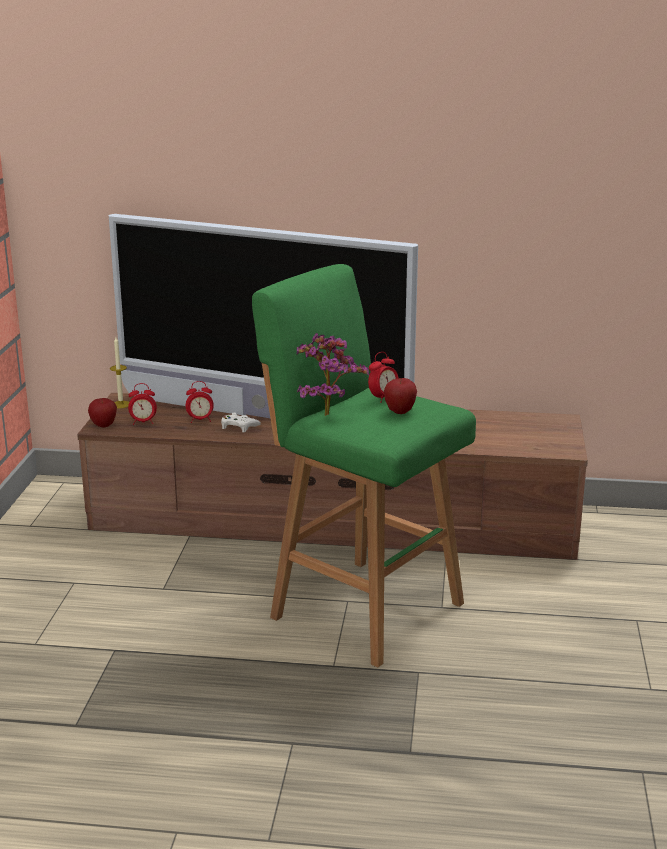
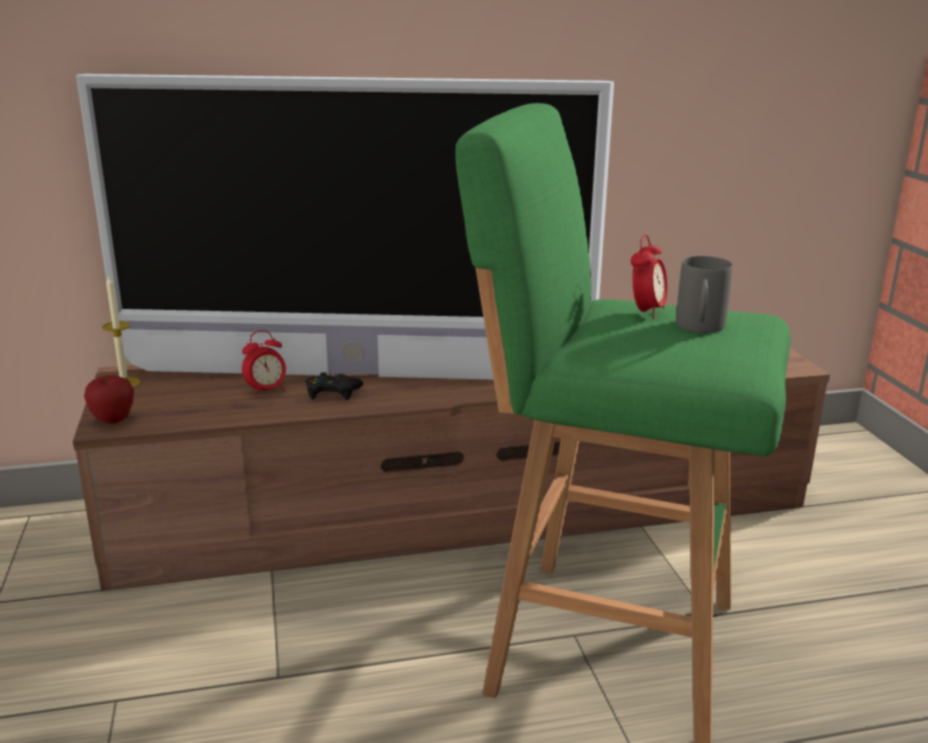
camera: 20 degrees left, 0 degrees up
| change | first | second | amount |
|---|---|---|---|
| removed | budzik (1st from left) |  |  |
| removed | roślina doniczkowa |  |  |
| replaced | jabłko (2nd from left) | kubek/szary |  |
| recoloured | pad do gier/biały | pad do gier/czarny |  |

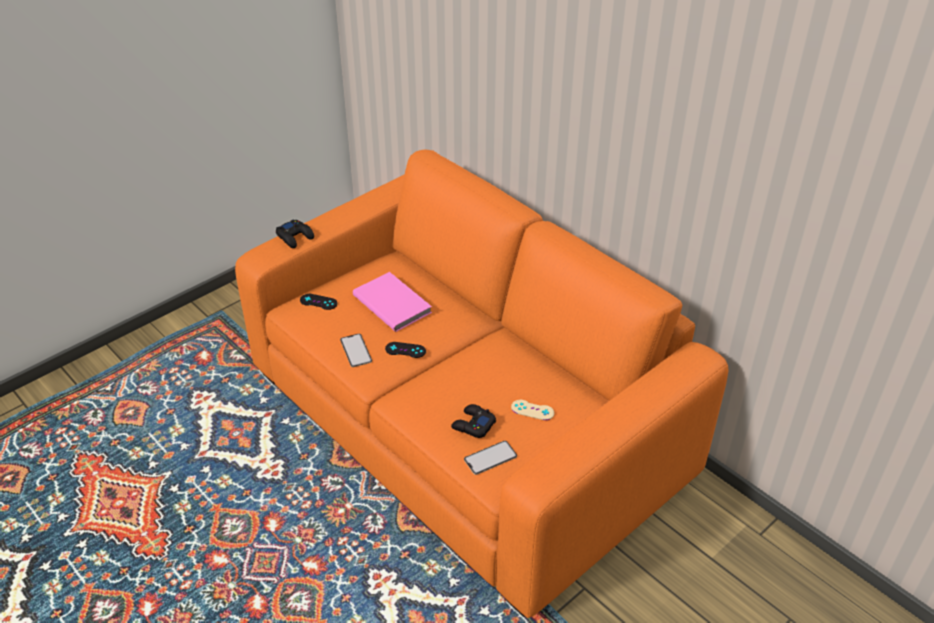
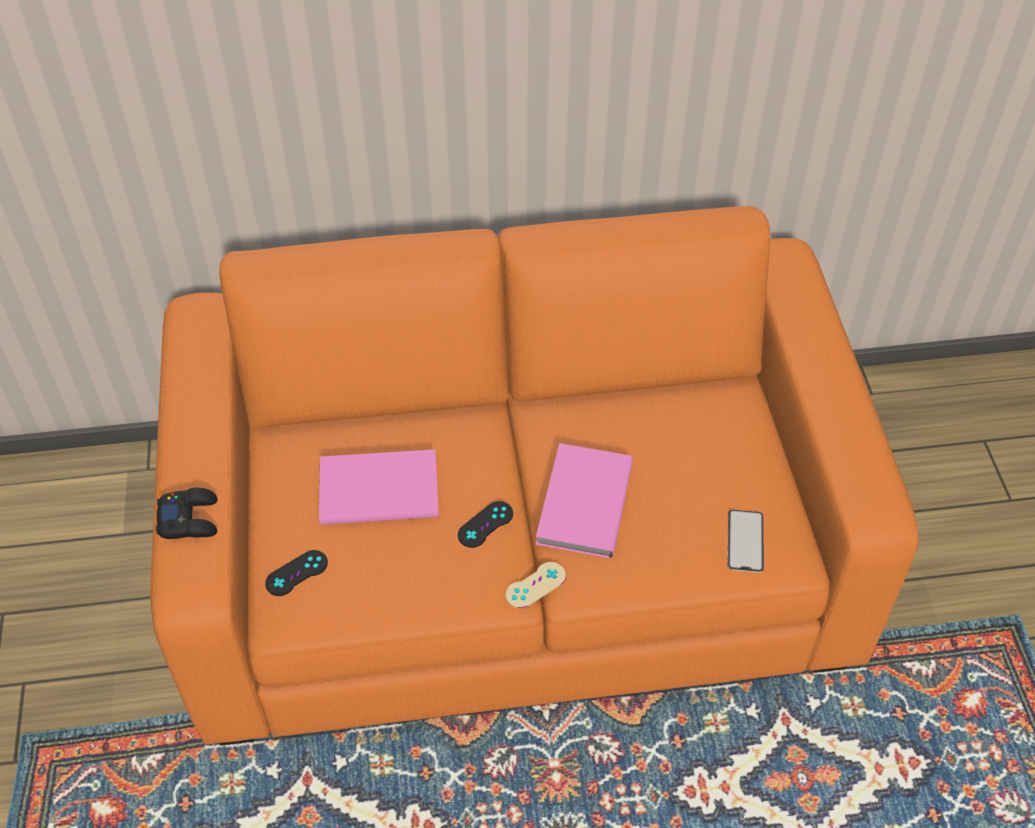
camera: 55 degrees left, 10 degrees up
| change | first | second | amount |
|---|---|---|---|
| removed | telefon (1st from left) |  |  |
| removed | pad do gier/czarny (4th from left) |  |  |
| added |  | książka/różowy (2nd from left) |  |
| moved | pad do gier/beżowy |  |  |

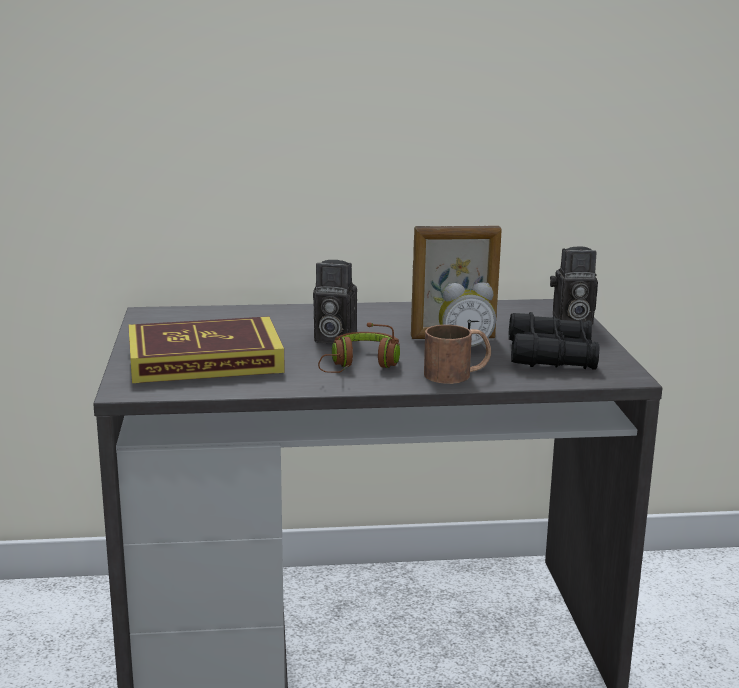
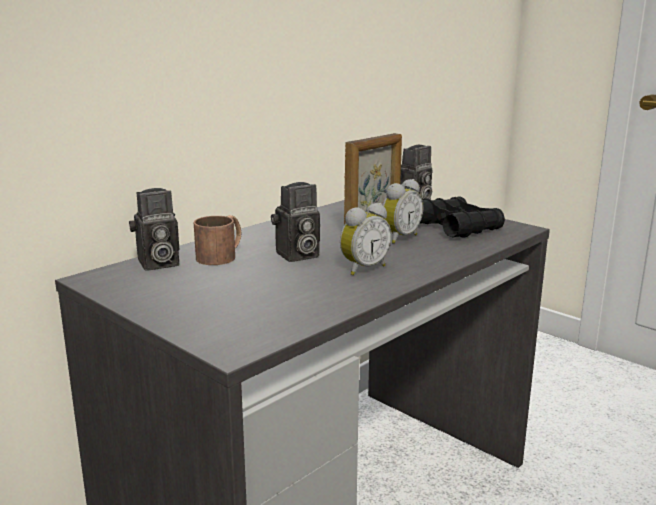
camera: 40 degrees left, 0 degrees up
| change | first | second | amount |
|---|---|---|---|
| removed | książka |  |  |
| added |  | aparat fotograficzny (1st from left) |  |
| moved | kubek/brązowy |  |  |
| replaced | słuchawki/brązowy | budzik (1st from left) |  |

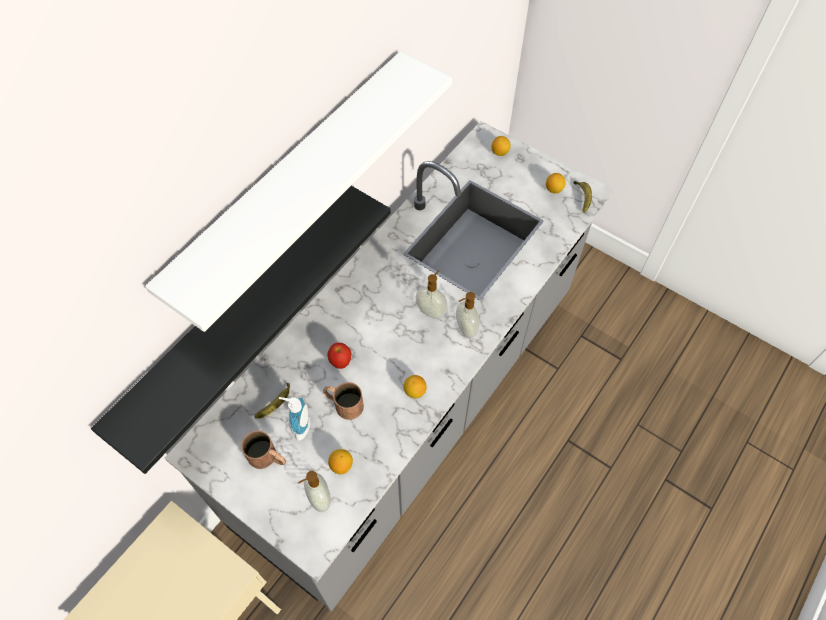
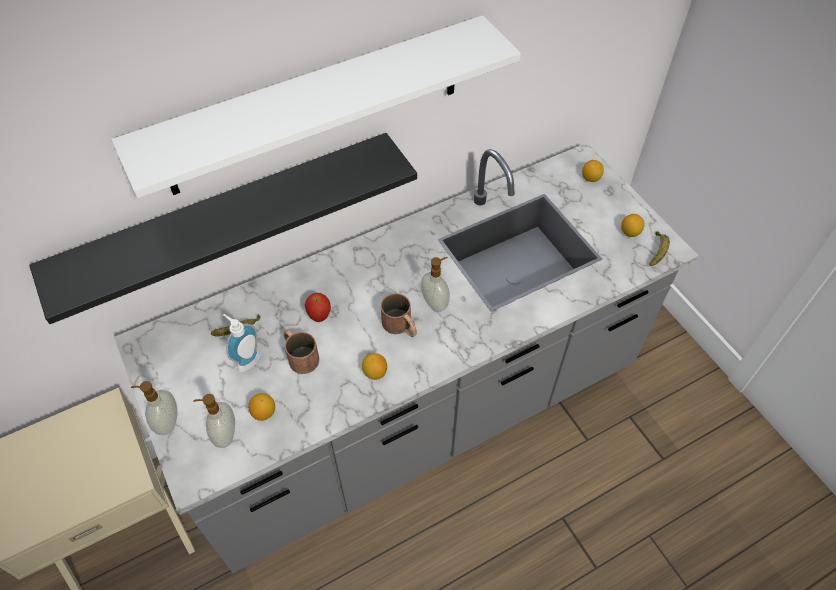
camera: 25 degrees right, 5 degrees down
| change | first | second | amount |
|---|---|---|---|
| moved | kubek/brązowy (1st from left in the first image) | kubek/brązowy (2nd from left) |  |
| moved | dozownik mydła (4th from left in the first image) | dozownik mydła (1st from left) |  |

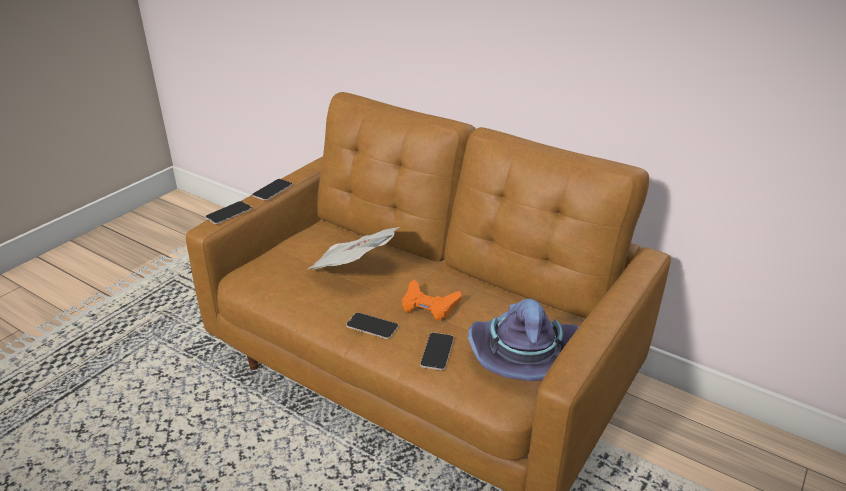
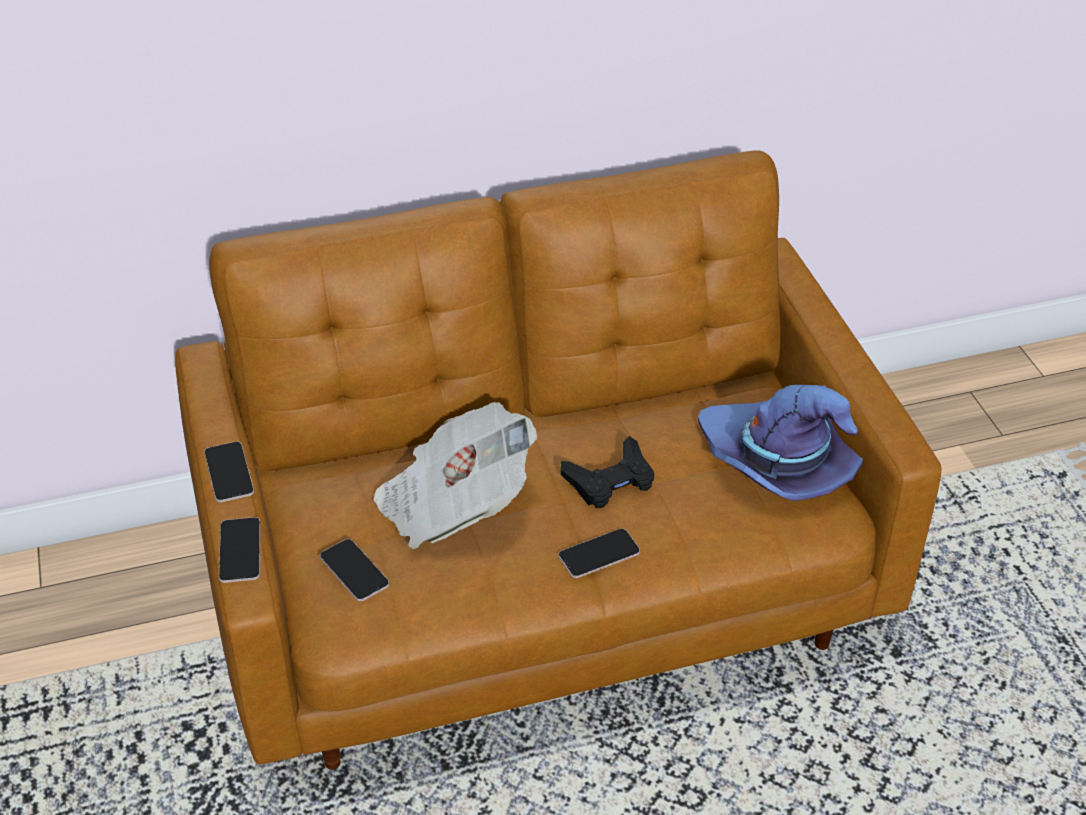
camera: 50 degrees left, 10 degrees up
| change | first | second | amount |
|---|---|---|---|
| moved | telefon (4th from left in the first image) | telefon (3rd from left) |  |
| recoloured | pad do gier/pomarańczowy | pad do gier/czarny |  |

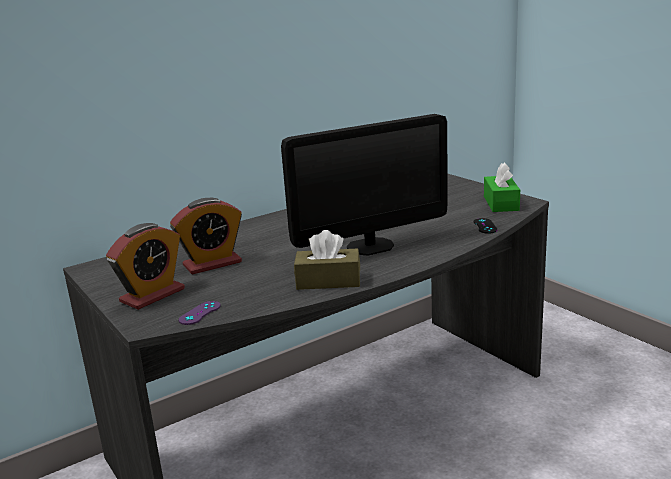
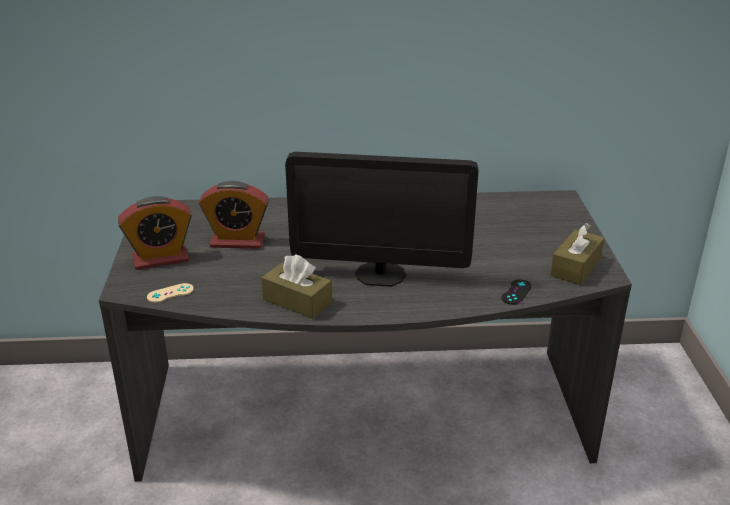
camera: 30 degrees right, 10 degrees up
| change | first | second | amount |
|---|---|---|---|
| recoloured | pad do gier/fioletowy | pad do gier/beżowy |  |
| recoloured | pudełko chusteczek/zielony | pudełko chusteczek/brązowy (2nd from left) |  |

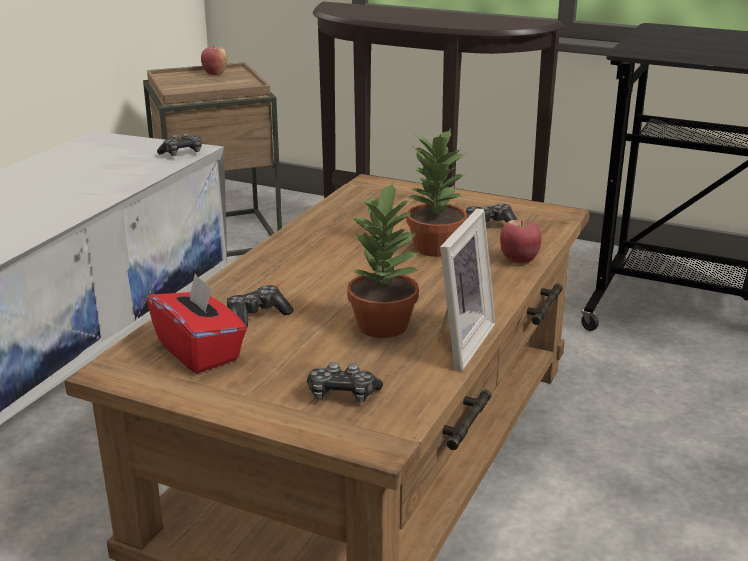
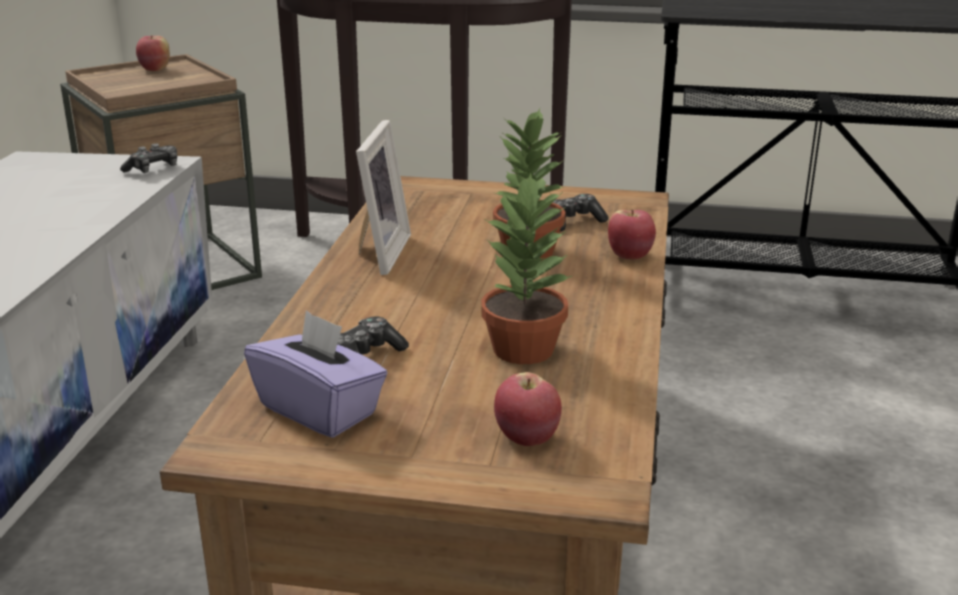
camera: 15 degrees left, 0 degrees up
| change | first | second | amount |
|---|---|---|---|
| moved | ramka na zdjęcie |  |  |
| replaced | pad do gier (3rd from left) | jabłko (2nd from left) |  |
| recoloured | pudełko chusteczek/czerwony | pudełko chusteczek/fioletowy |  |

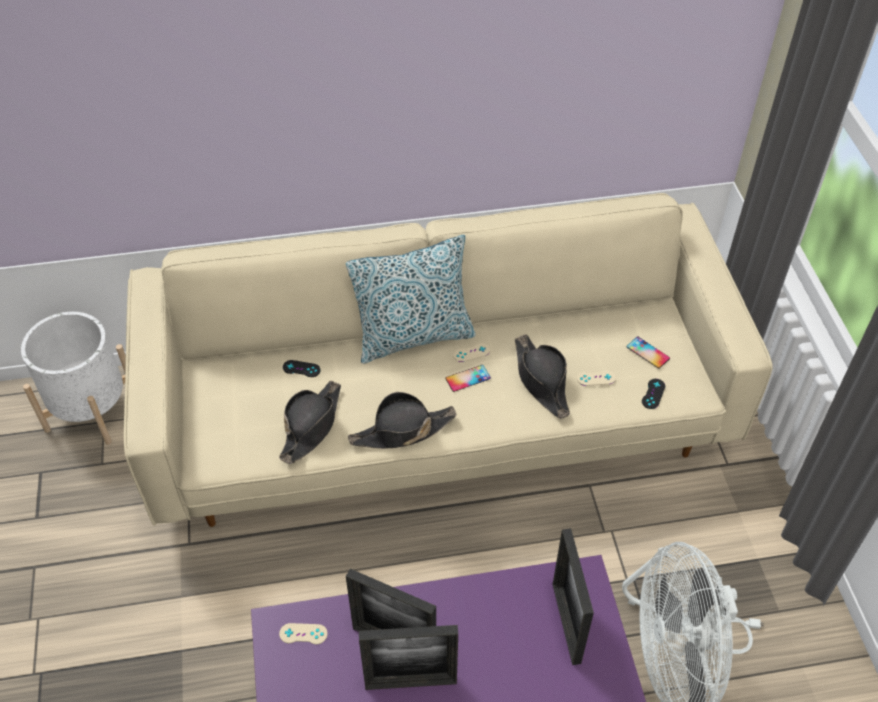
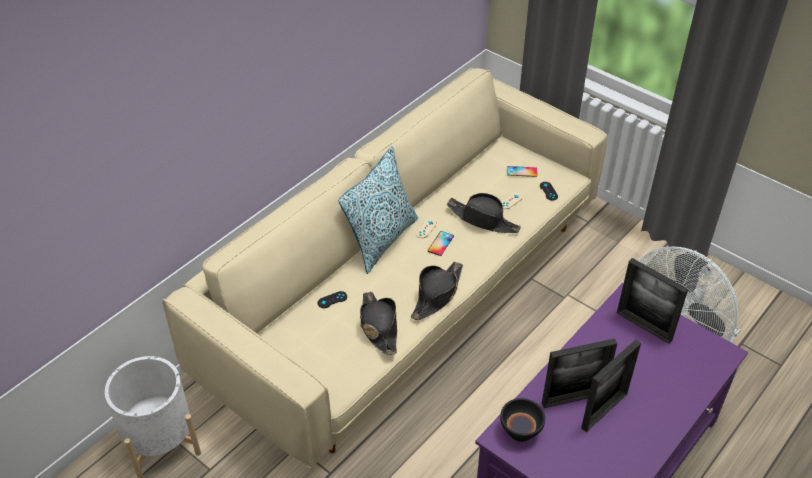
camera: 40 degrees left, 5 degrees down
| change | first | second | amount |
|---|---|---|---|
| replaced | pad do gier/beżowy (1st from left) | miska/czarny |  |

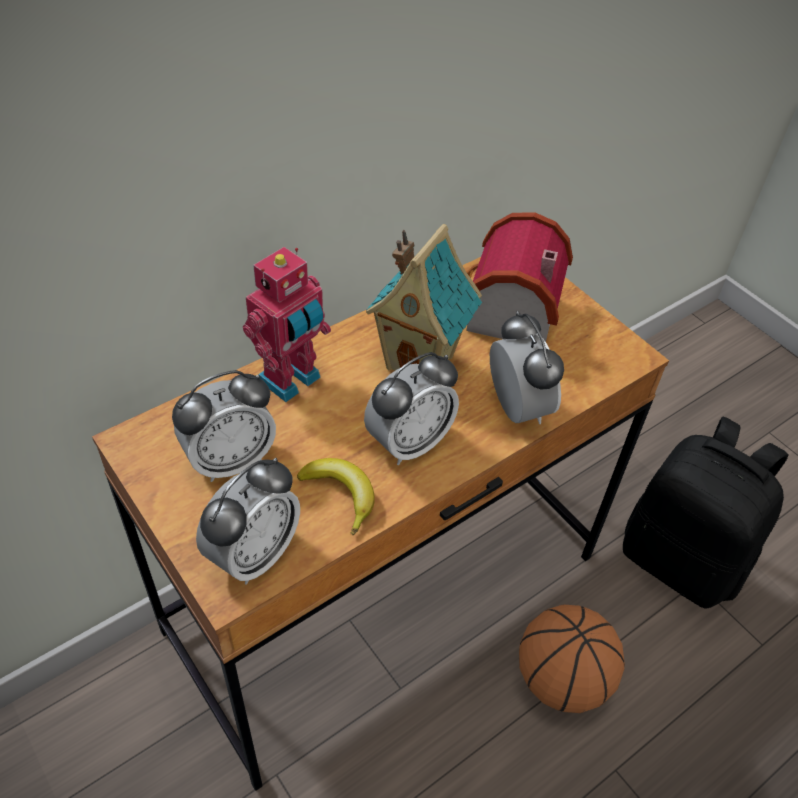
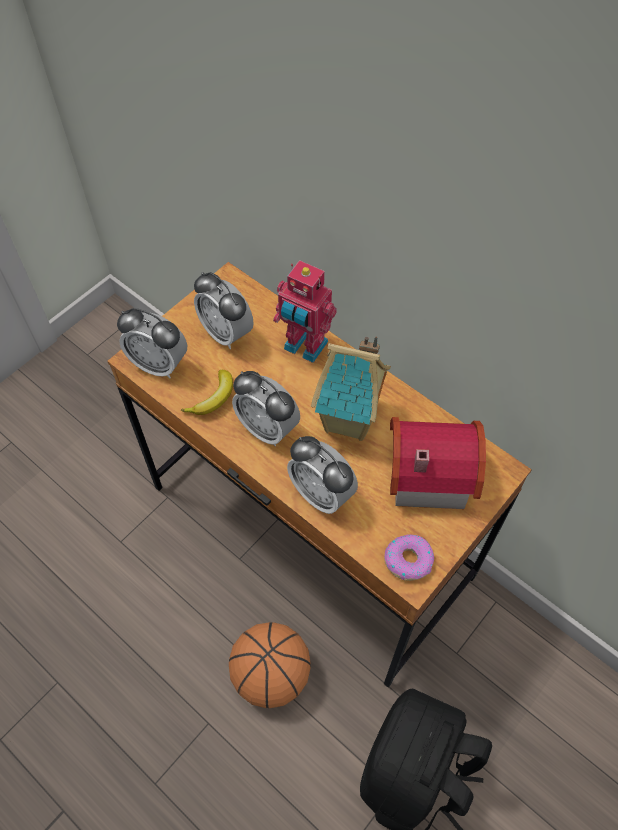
camera: 80 degrees right, 10 degrees up
| change | first | second | amount |
|---|---|---|---|
| added |  | donut |  |
| turned | budzik (4th from left) |  | 75 degrees clockwise |

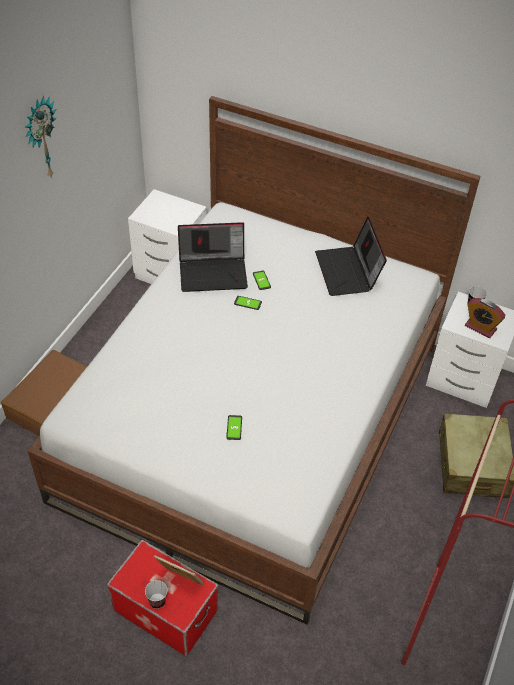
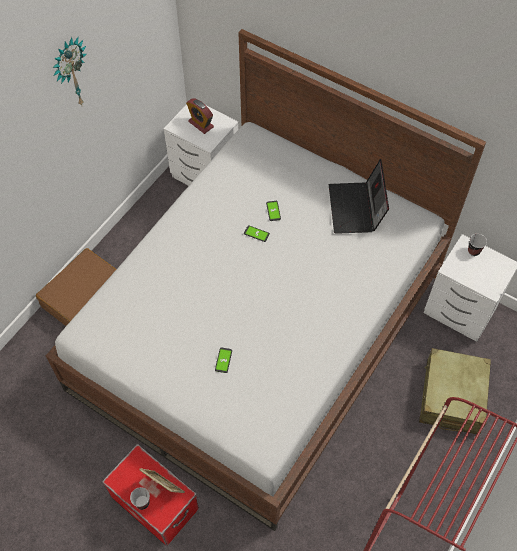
camera: 10 degrees right, 10 degrees up
| change | first | second | amount |
|---|---|---|---|
| removed | laptop (1st from left) |  |  |
| moved | budzik |  |  |

